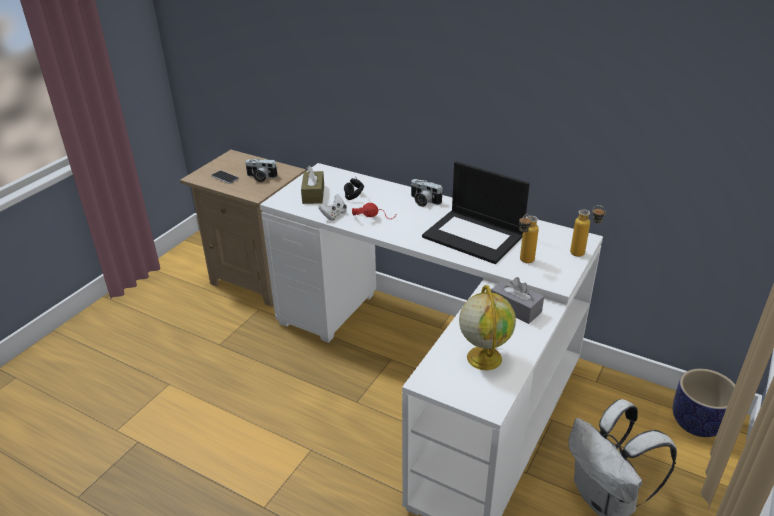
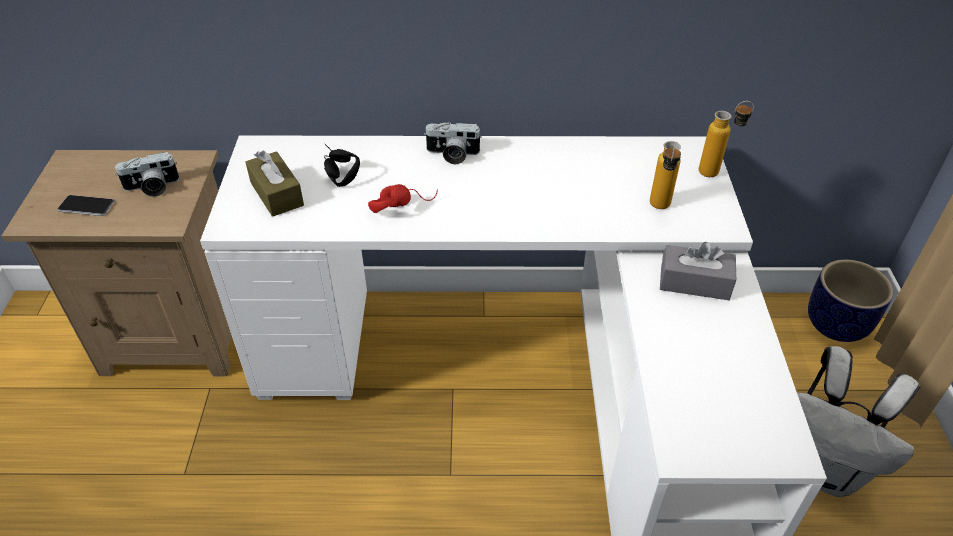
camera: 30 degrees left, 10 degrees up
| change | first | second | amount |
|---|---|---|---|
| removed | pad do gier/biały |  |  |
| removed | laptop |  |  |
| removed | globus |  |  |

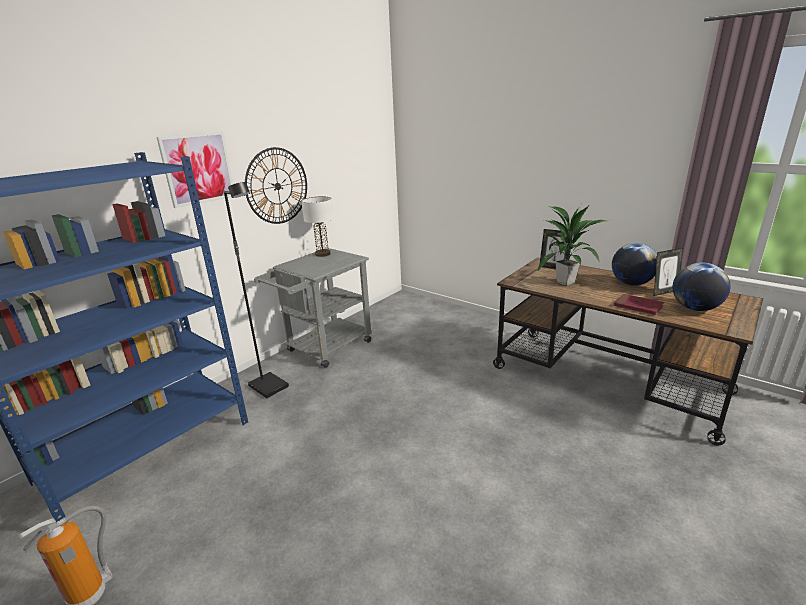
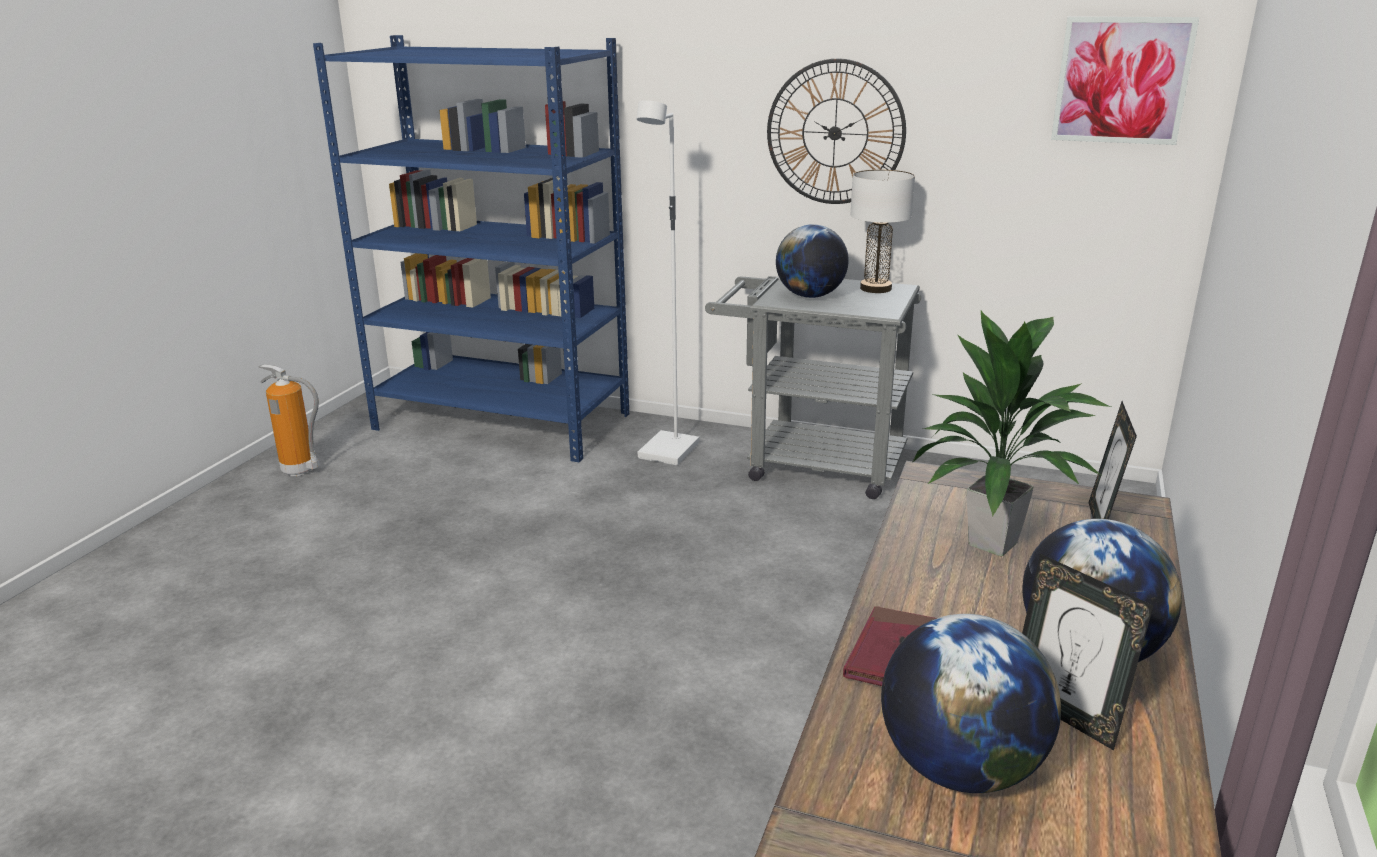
camera: 70 degrees right, 0 degrees up
| change | first | second | amount |
|---|---|---|---|
| added |  | globus (1st from left) |  |
| moved | obraz |  |  |
| recoloured | lampa stojąca/czarny | lampa stojąca/biały |  |

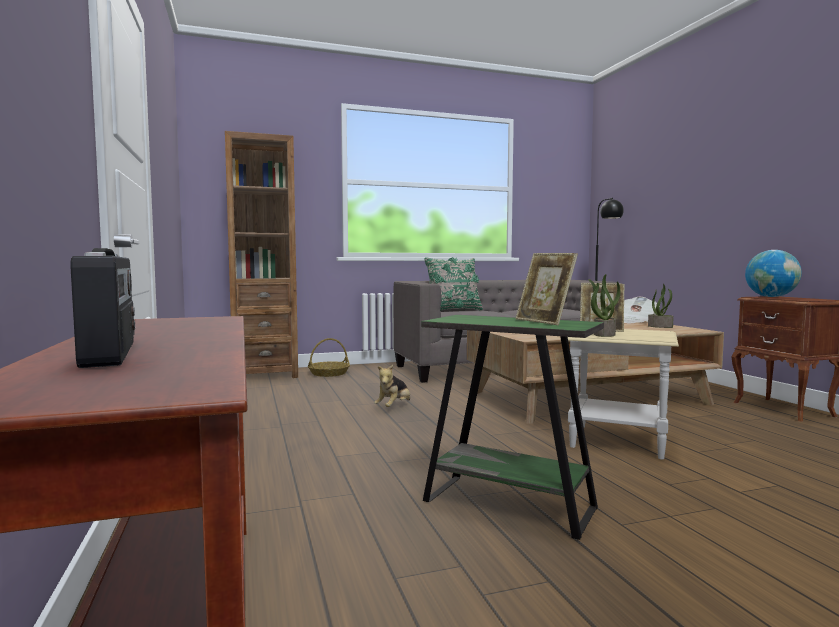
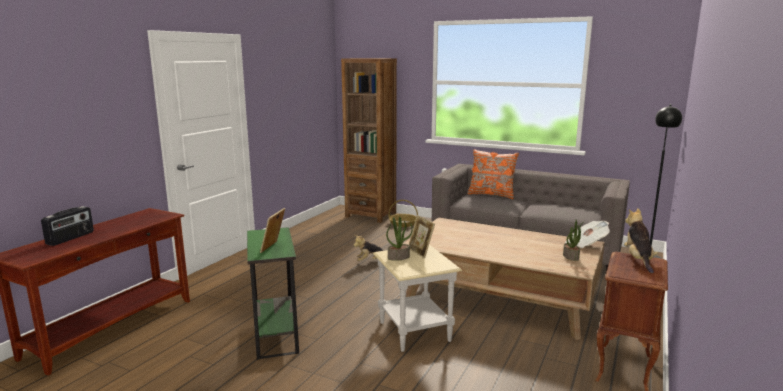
camera: 45 degrees right, 10 degrees up
| change | first | second | amount |
|---|---|---|---|
| replaced | globus | pluszak (2nd from left) |  |
| recoloured | poduszka/zielony | poduszka/pomarańczowy |  |

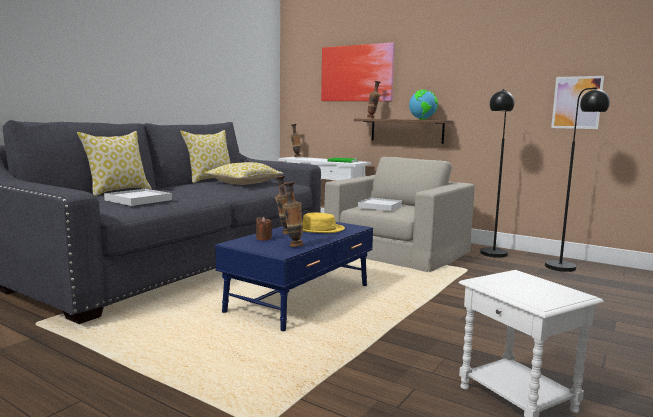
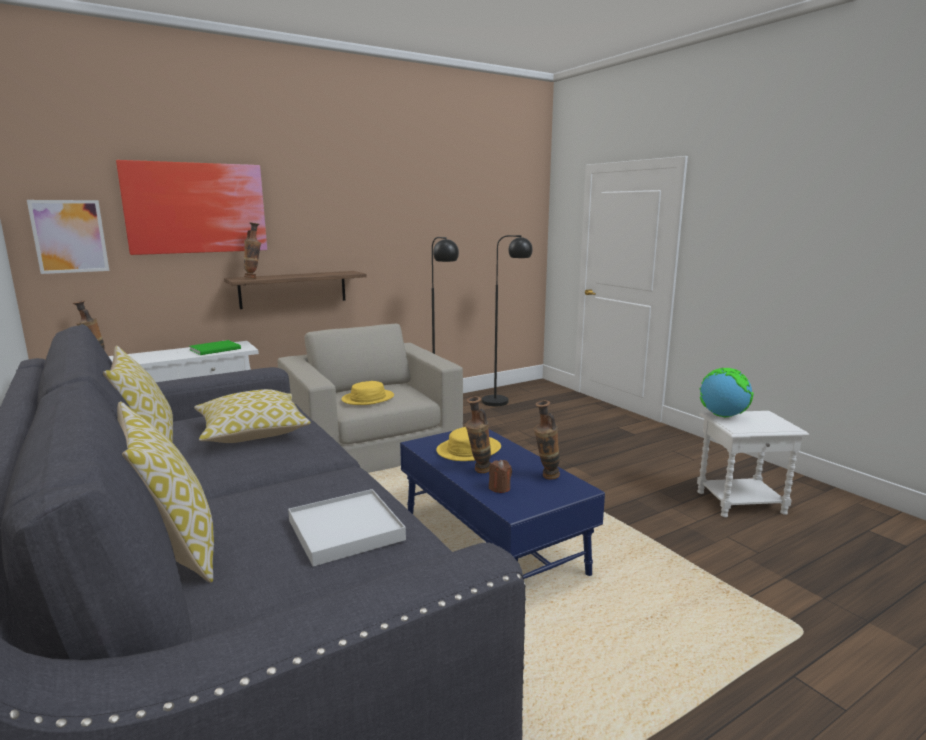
camera: 65 degrees left, 5 degrees up
| change | first | second | amount |
|---|---|---|---|
| moved | globus |  |  |
| moved | obraz (2nd from left in the first image) | obraz (1st from left) |  |
| replaced | taca/biały (2nd from left) | kapelusz/żółty (1st from left) |  |

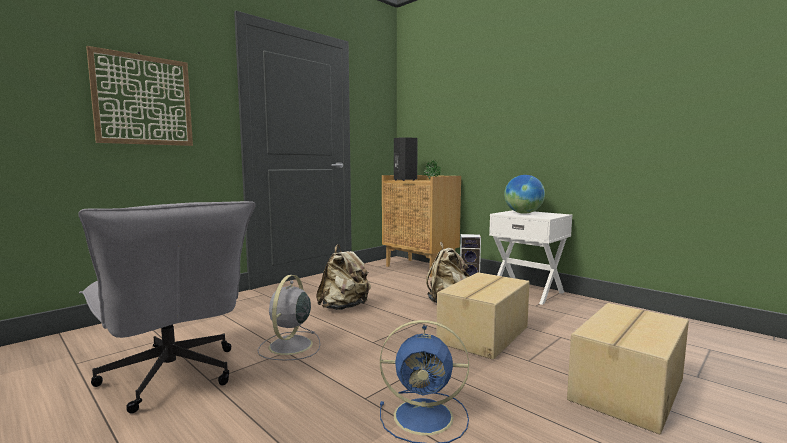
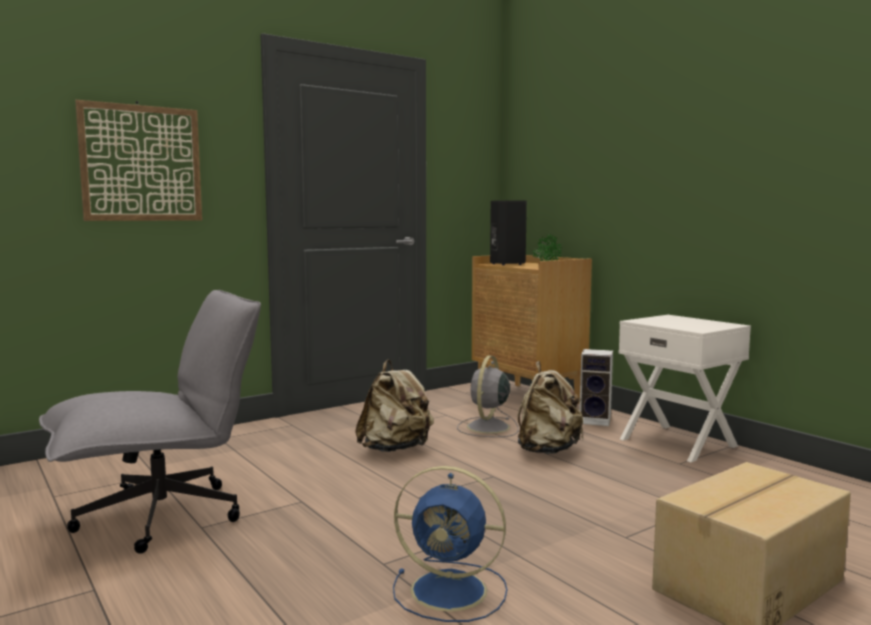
camera: 10 degrees right, 0 degrees up
| change | first | second | amount |
|---|---|---|---|
| removed | karton (1st from left) |  |  |
| removed | globus |  |  |
| moved | wentylator/szary |  |  |
| turned | krzesło biurowe/szary |  | 90 degrees counterclockwise |

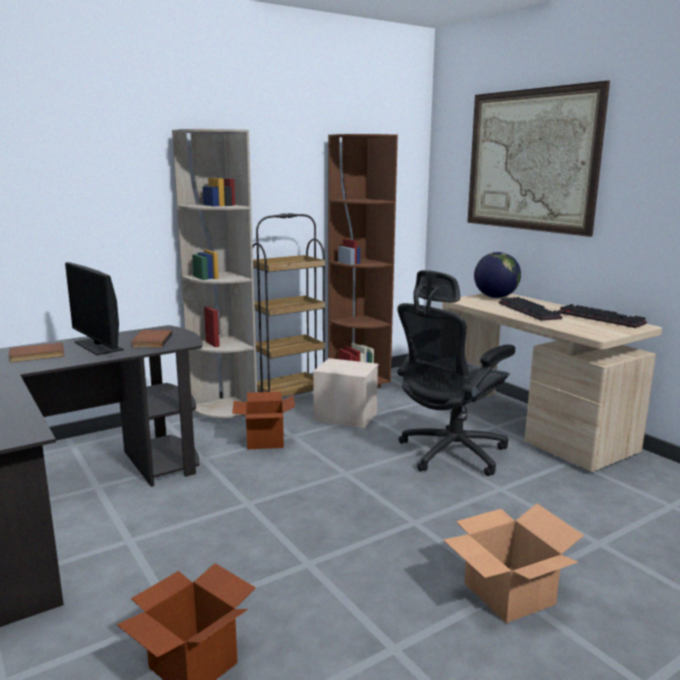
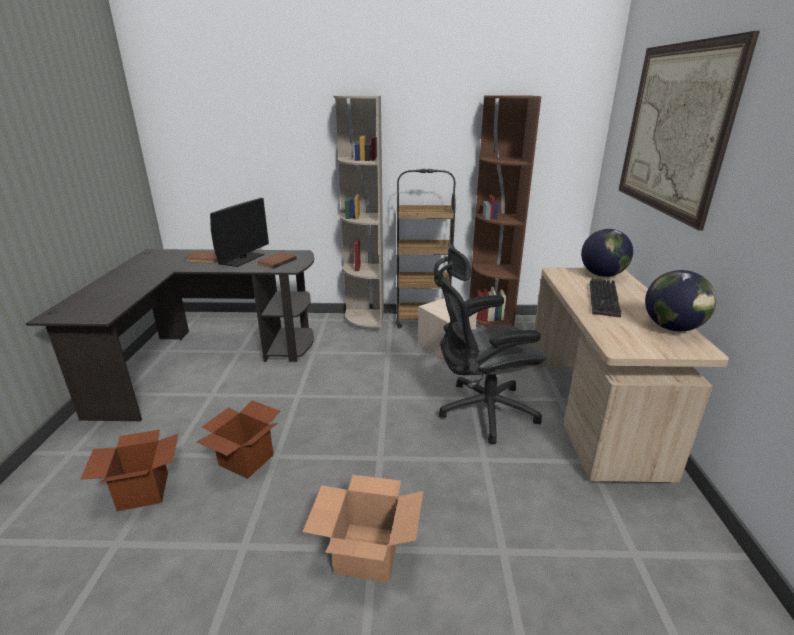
camera: 35 degrees right, 10 degrees up
| change | first | second | amount |
|---|---|---|---|
| moved | karton (2nd from left) |  |  |
| replaced | klawiatura (2nd from left) | globus (2nd from left) |  |
| turned | monitor |  | 150 degrees counterclockwise |

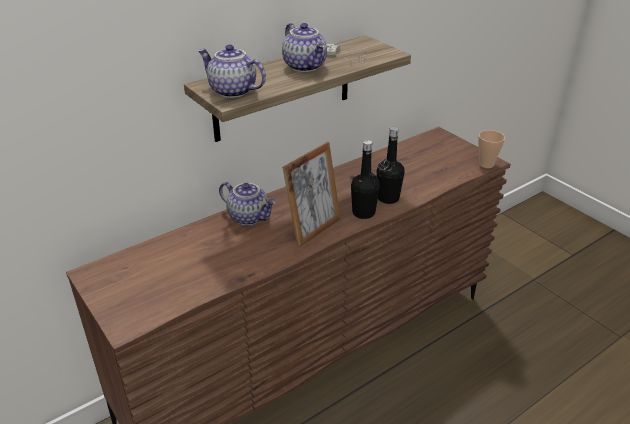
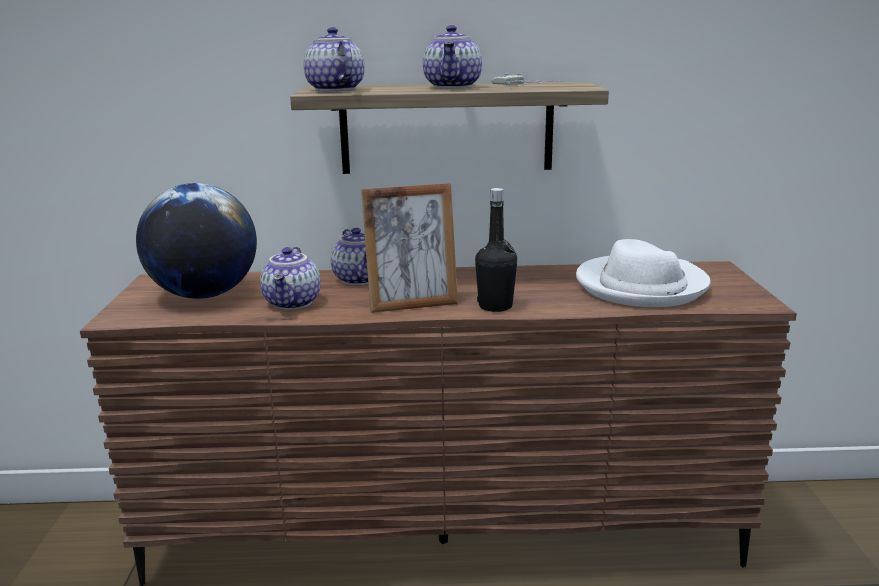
camera: 35 degrees right, 15 degrees down
| change | first | second | amount |
|---|---|---|---|
| removed | butelka/czarny (2nd from left) |  |  |
| removed | filiżanka |  |  |
| added |  | globus |  |
| added |  | imbryk (1st from left) |  |
| added |  | kapelusz/biały |  |

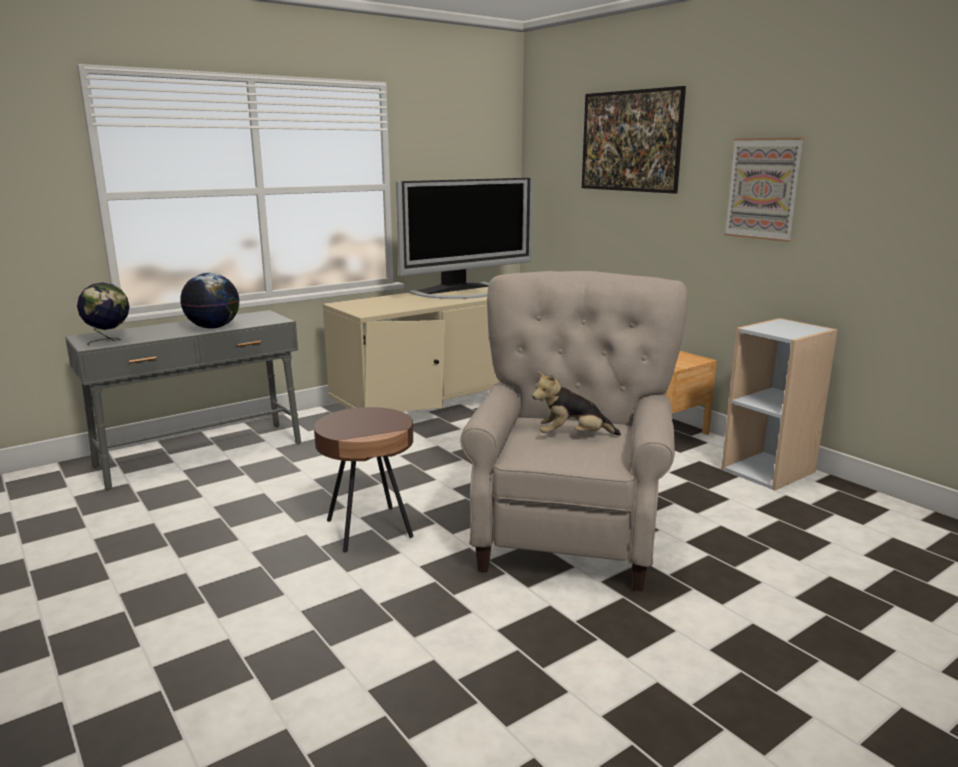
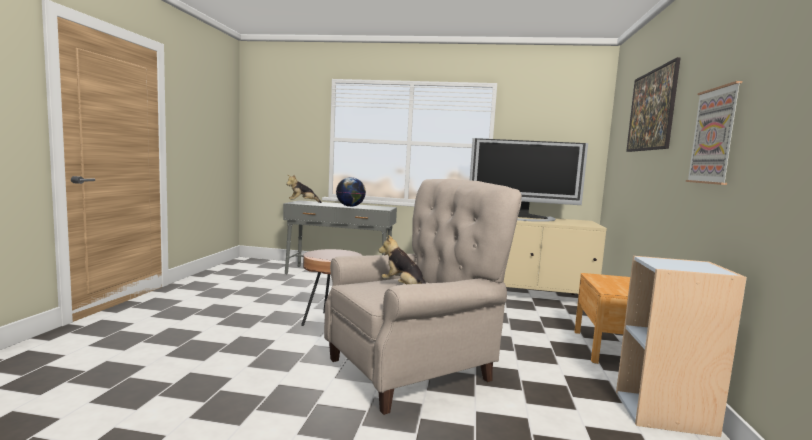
camera: 45 degrees right, 10 degrees down
| change | first | second | amount |
|---|---|---|---|
| replaced | globus (1st from left) | pluszak (1st from left) |  |

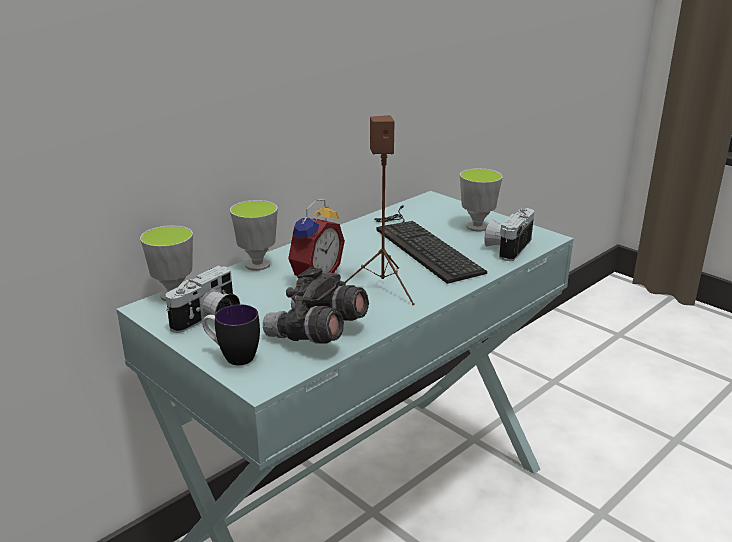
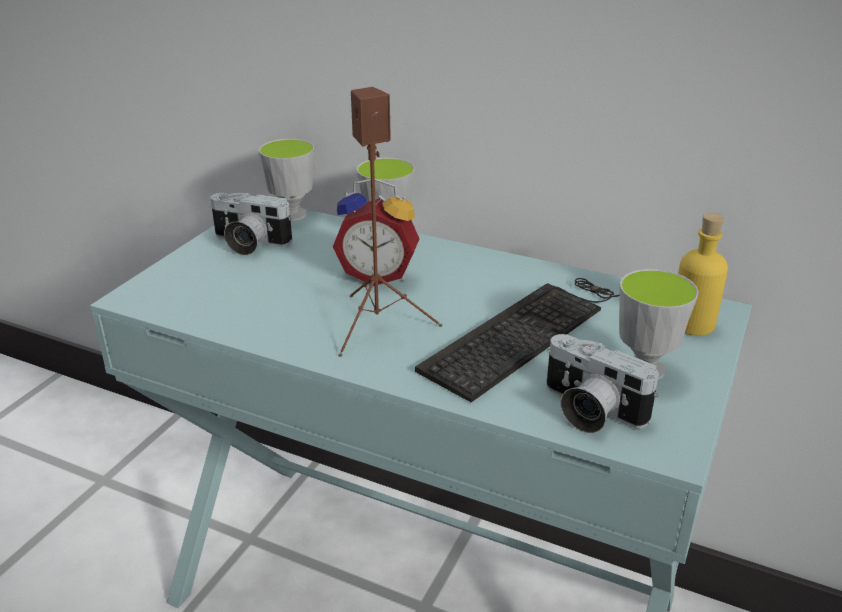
camera: 70 degrees right, 5 degrees up
| change | first | second | amount |
|---|---|---|---|
| removed | kubek |  |  |
| removed | lornetka/szary |  |  |
| added |  | butelka/żółty |  |
| turned | aparat fotograficzny (2nd from left) |  | 150 degrees counterclockwise |

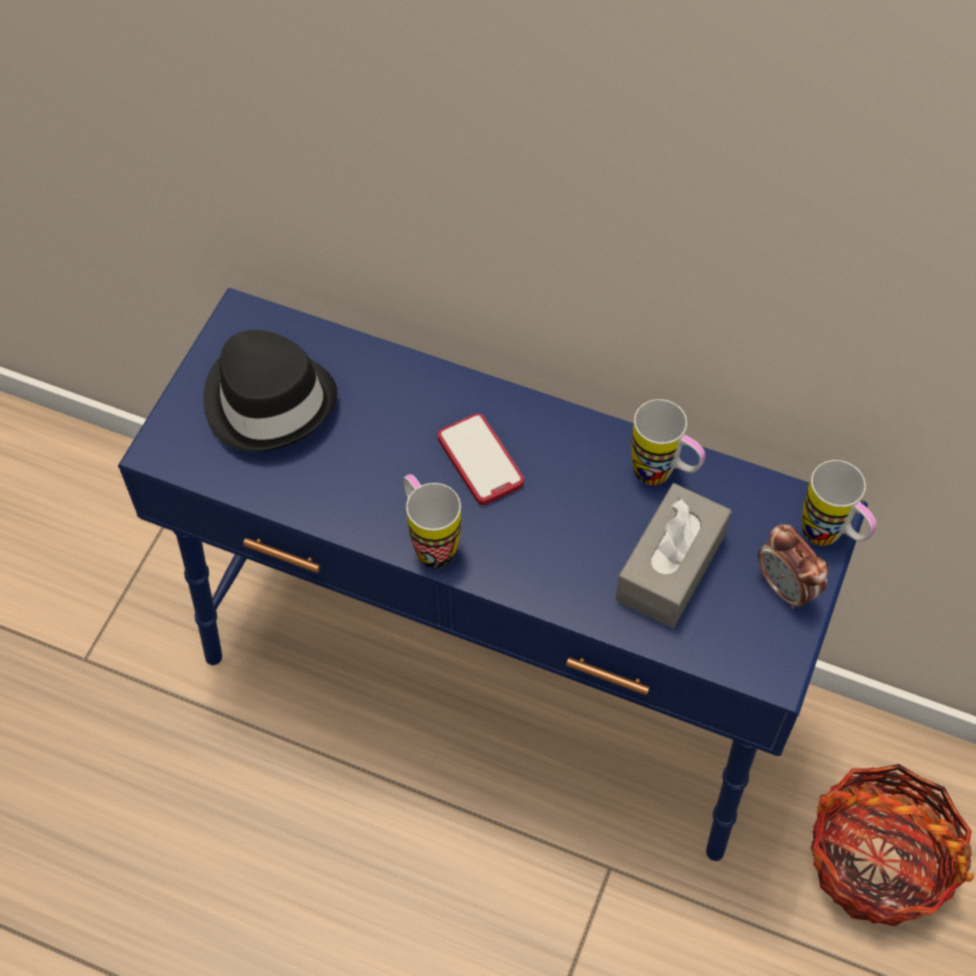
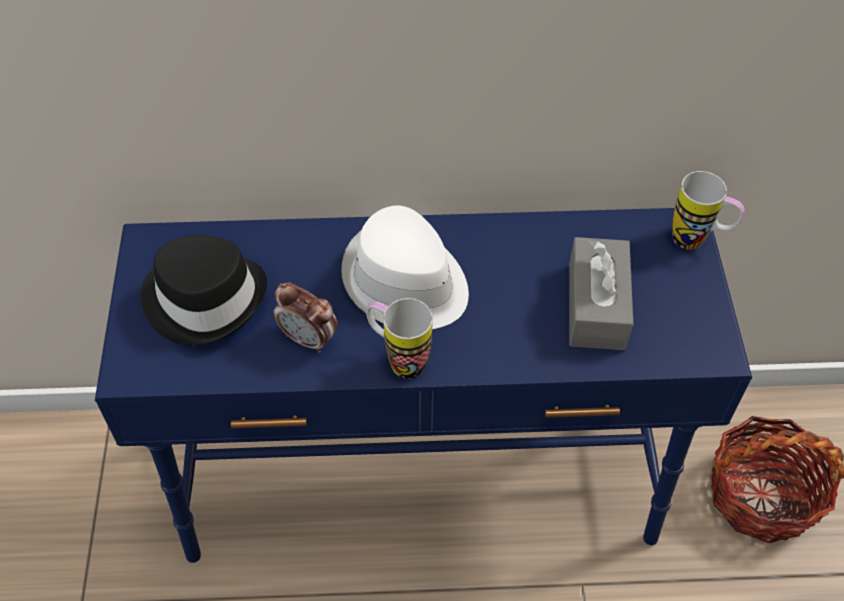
camera: 25 degrees left, 5 degrees down
| change | first | second | amount |
|---|---|---|---|
| removed | kubek (2nd from left) |  |  |
| moved | budzik |  |  |
| replaced | telefon | kapelusz/biały |  |

